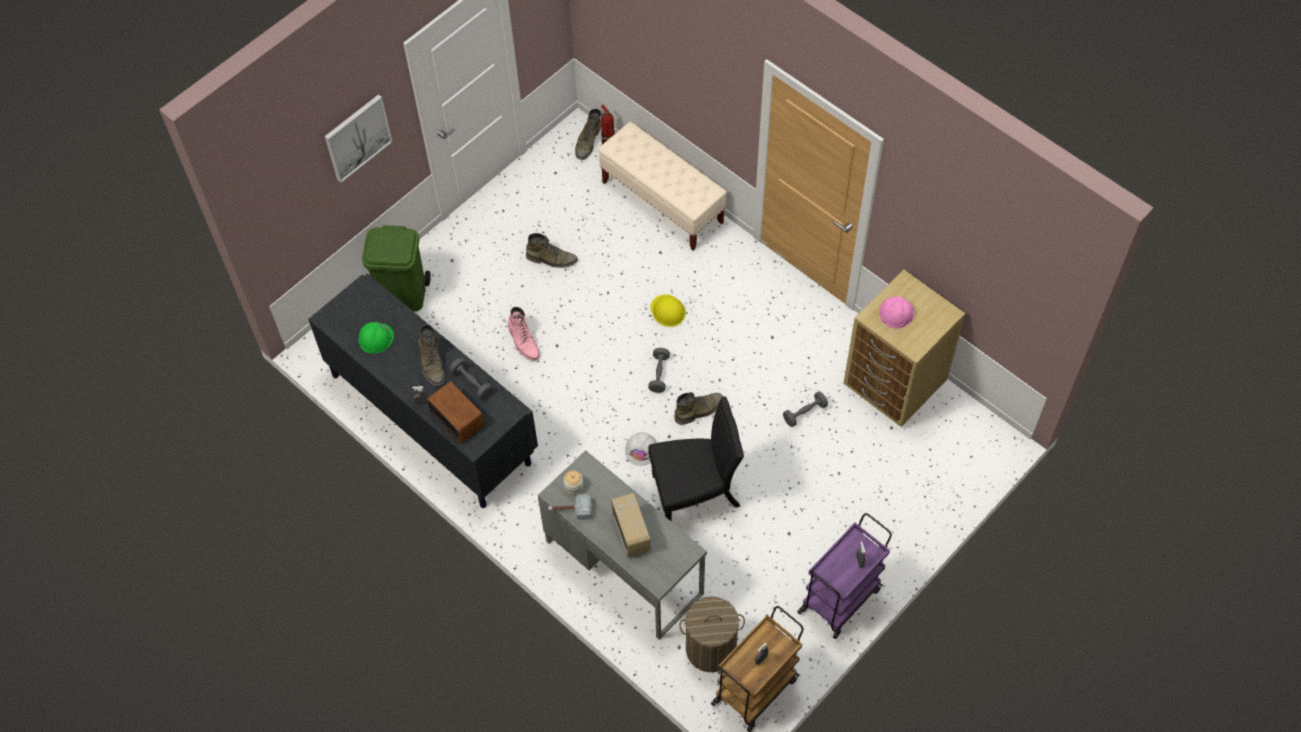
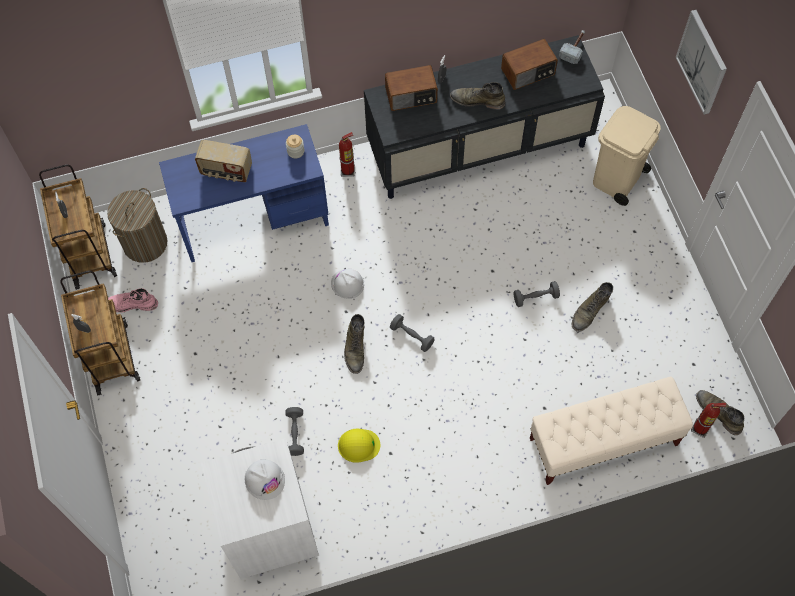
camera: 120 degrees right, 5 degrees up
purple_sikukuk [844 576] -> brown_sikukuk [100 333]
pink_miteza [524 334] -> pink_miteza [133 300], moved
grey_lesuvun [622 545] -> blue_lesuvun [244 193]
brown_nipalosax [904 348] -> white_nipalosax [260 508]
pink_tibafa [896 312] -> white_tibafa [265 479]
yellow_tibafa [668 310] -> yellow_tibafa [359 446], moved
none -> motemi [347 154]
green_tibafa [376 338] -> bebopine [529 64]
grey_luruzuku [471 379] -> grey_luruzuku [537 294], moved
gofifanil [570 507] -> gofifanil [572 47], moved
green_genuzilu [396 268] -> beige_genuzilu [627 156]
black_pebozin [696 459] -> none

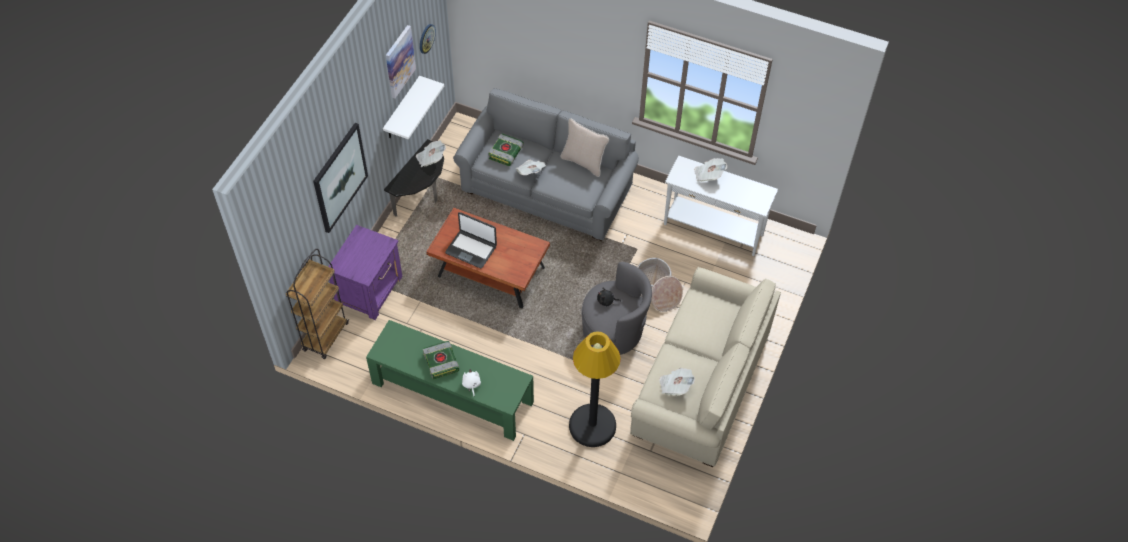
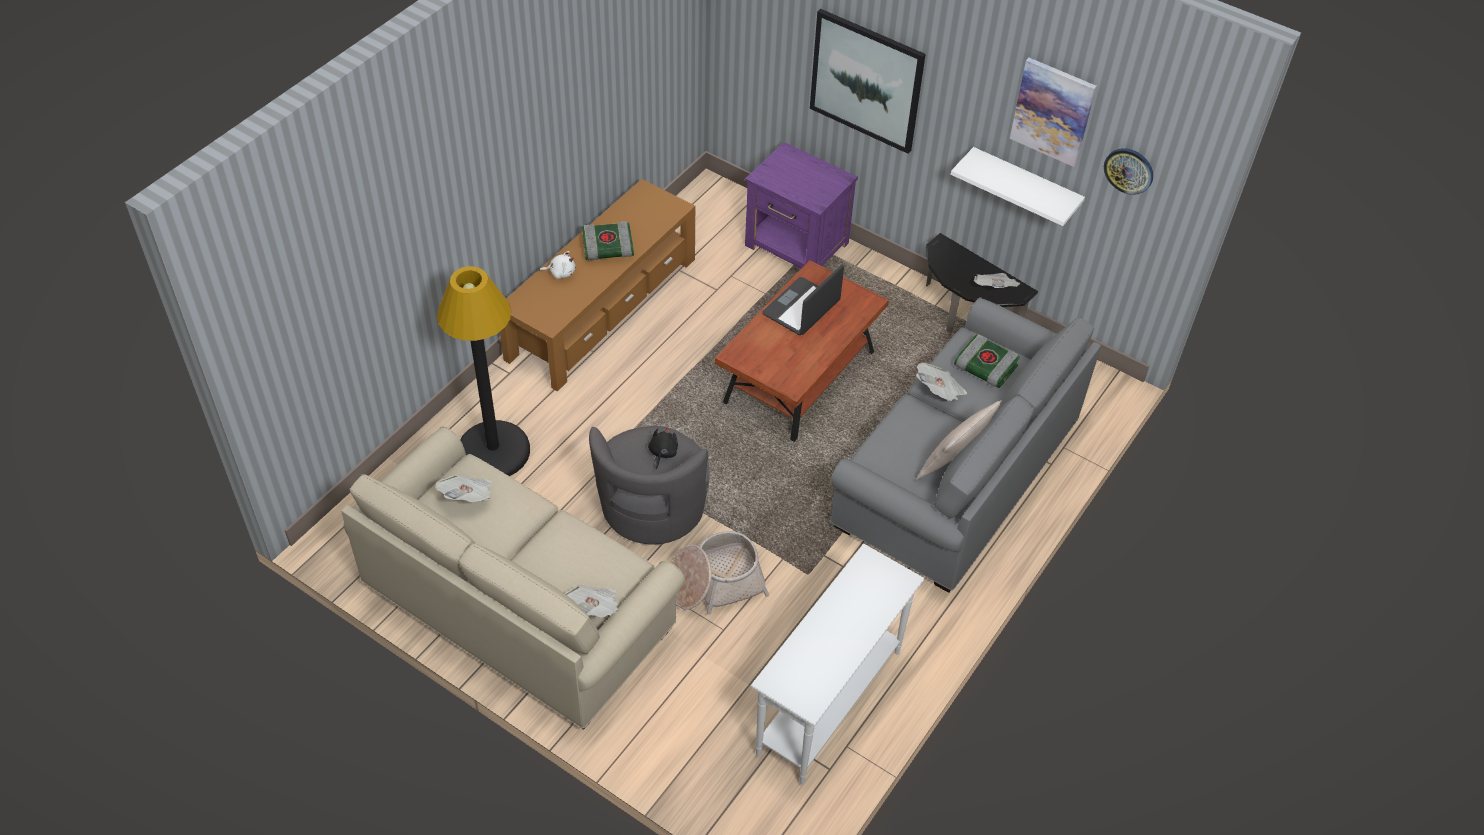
camera: 100 degrees right, 5 degrees down
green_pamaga [450 380] -> brown_pamaga [597 285]
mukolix [710 170] -> mukolix [592 601], moved
brown_sikukuk [317 304] -> none

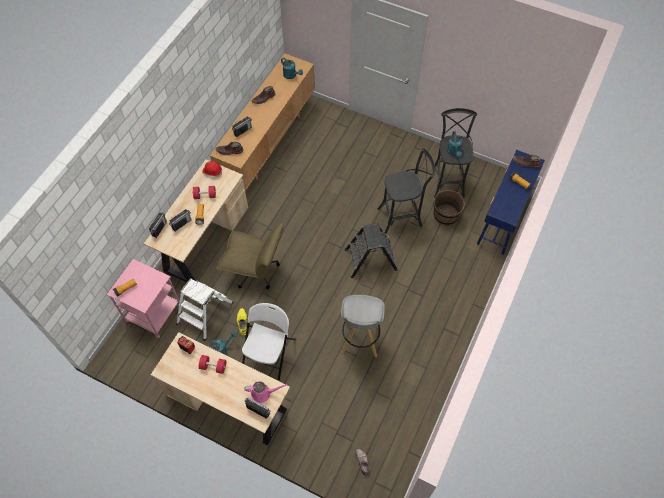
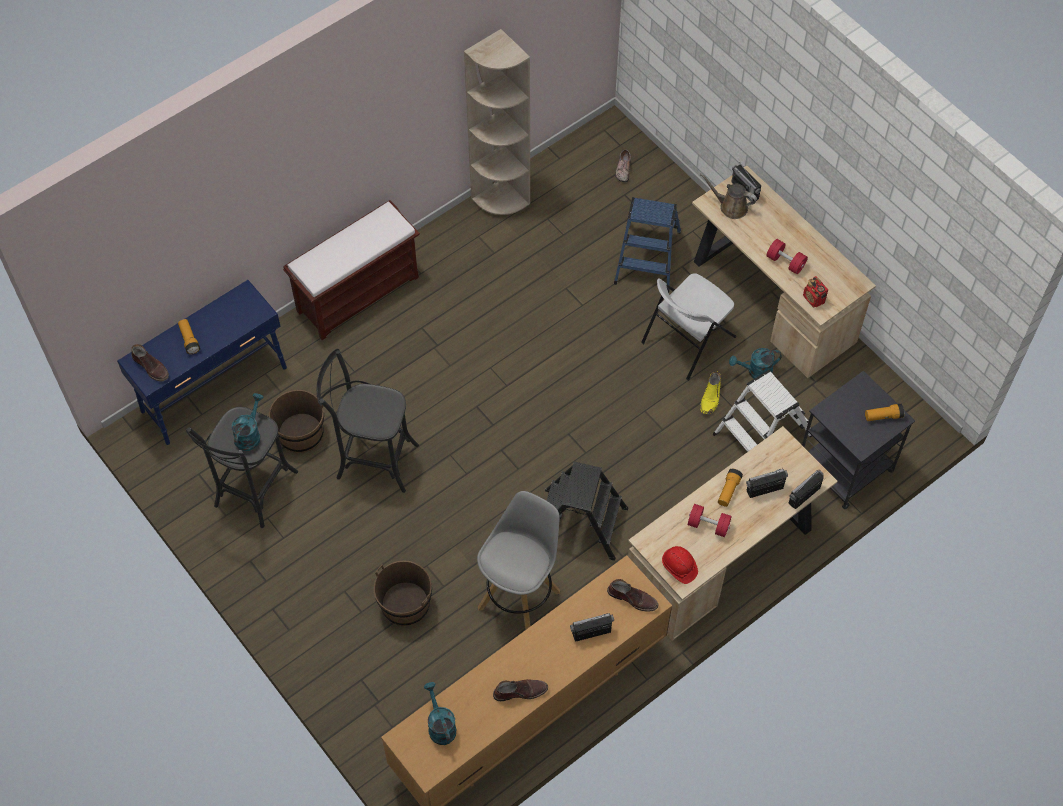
camera: 155 degrees left, 0 degrees up
none -> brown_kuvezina [351 270]
none -> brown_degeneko [403 593]
none -> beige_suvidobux [497 122]
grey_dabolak [363 326] -> grey_dabolak [519 560], moved
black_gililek [371 250] -> black_gililek [587 511], moved
none -> blue_gililek [647 245]
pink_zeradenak [265 392] -> brown_zeradenak [728 196]
pink_sikukuk [143 298] -> black_sikukuk [858 440]
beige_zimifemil [250 256] -> none

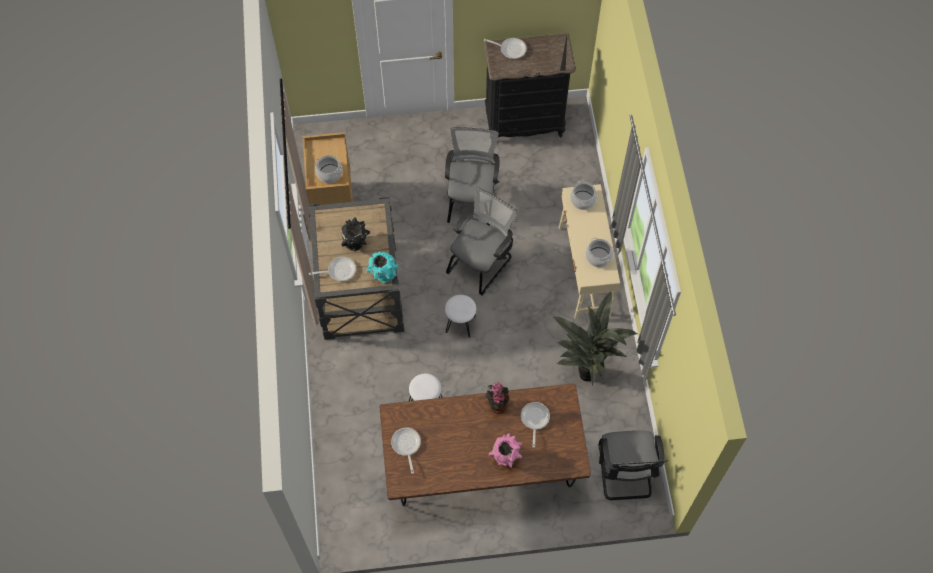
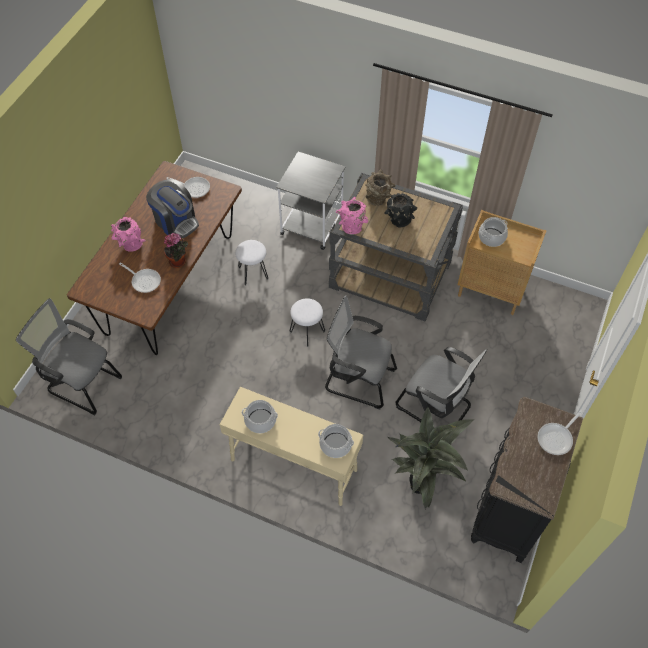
camera: 120 degrees right, 5 degrees down
none -> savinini [172 208]
none -> grey_sikukuk [310 201]
pebozin [481 241] -> pebozin [361 352], 135 degrees clockwise
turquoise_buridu [382 267] -> pink_buridu [352 216]
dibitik [332 269] -> brown_buridu [380 187]
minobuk [594 338] -> minobuk [431 458], moved

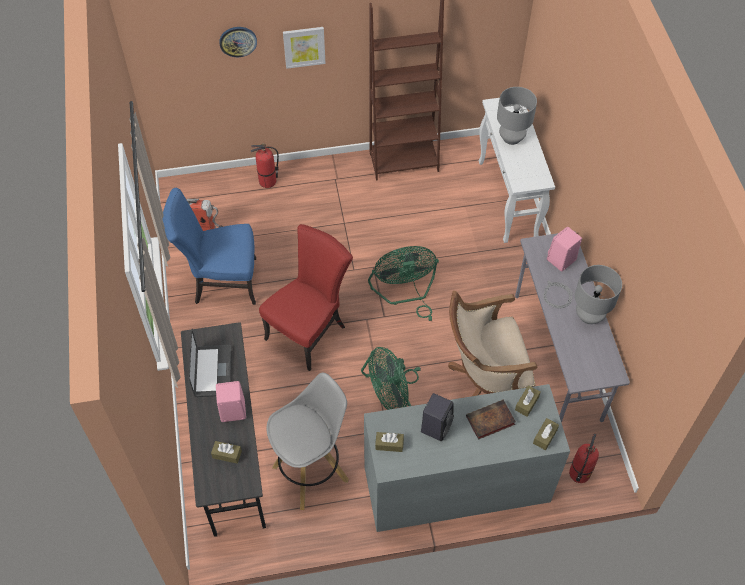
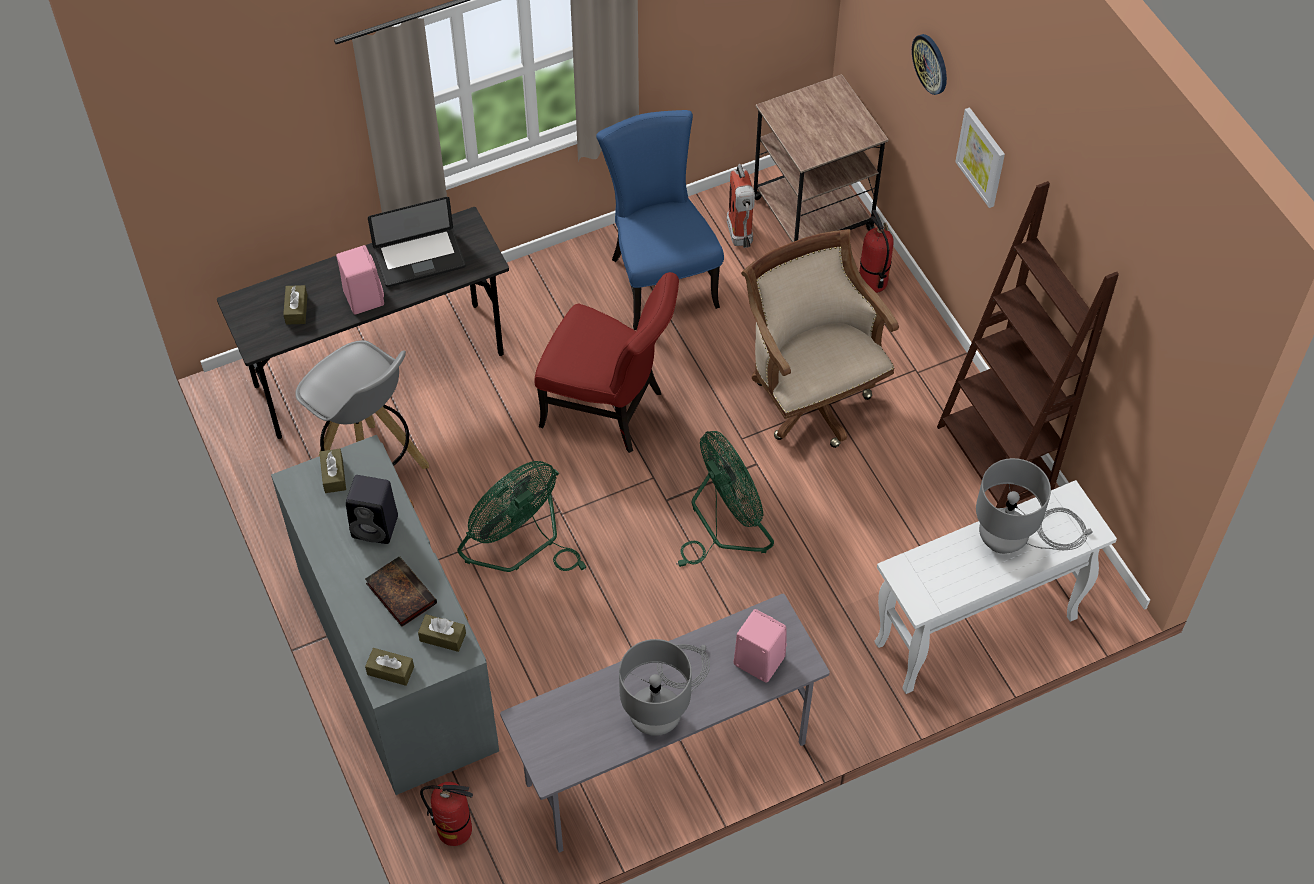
camera: 75 degrees right, 0 degrees up
zimifemil [493 343] -> zimifemil [820 338], moved
none -> brown_sikukuk [821 158]

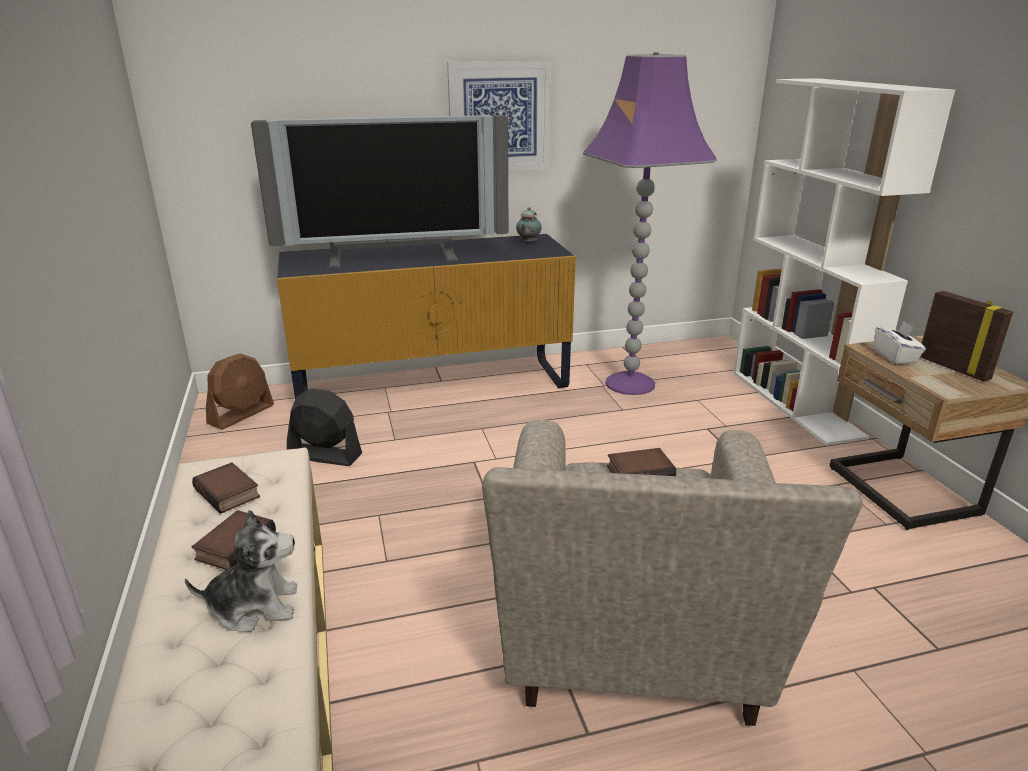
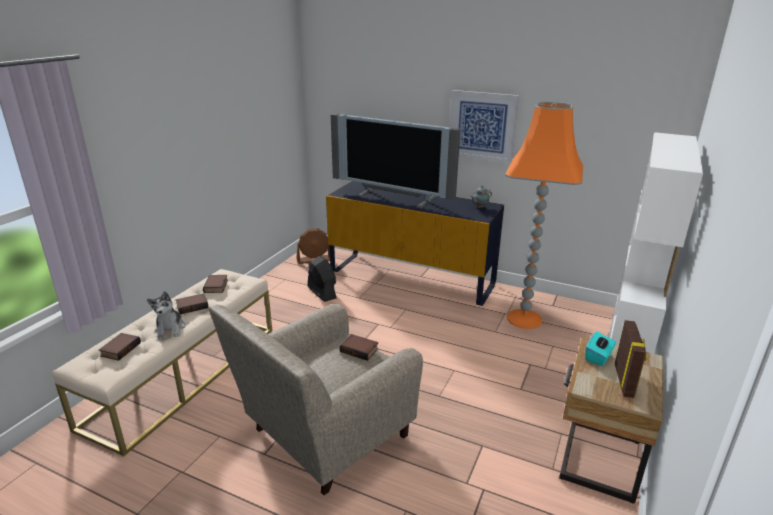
camera: 40 degrees right, 0 degrees up
none -> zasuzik [120 347]
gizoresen [241 571] -> gizoresen [166 315], 45 degrees clockwise
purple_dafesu [650 223] -> orange_dafesu [544 215]
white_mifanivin [900 342] -> turquoise_mifanivin [600 349]

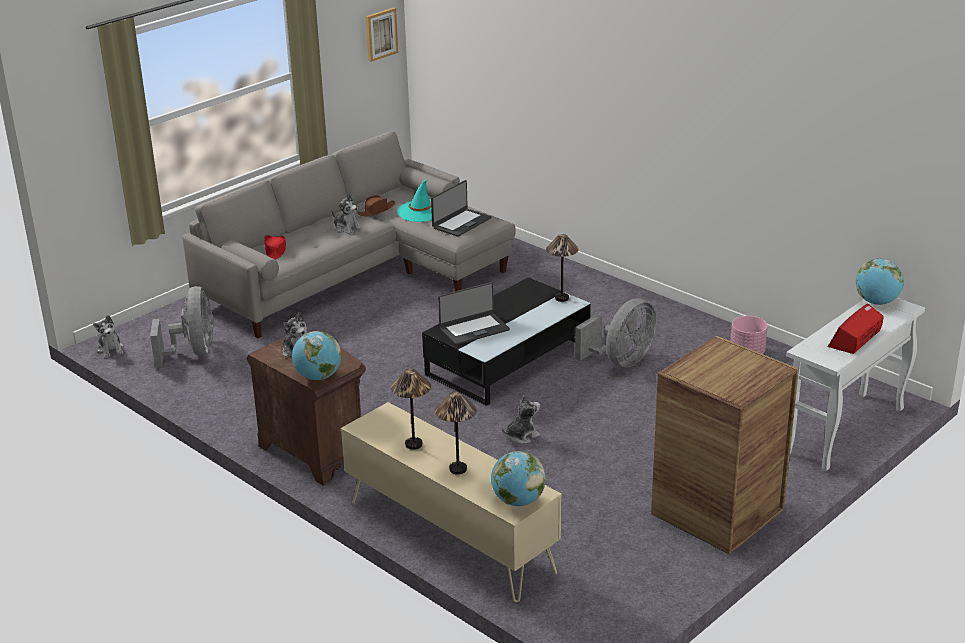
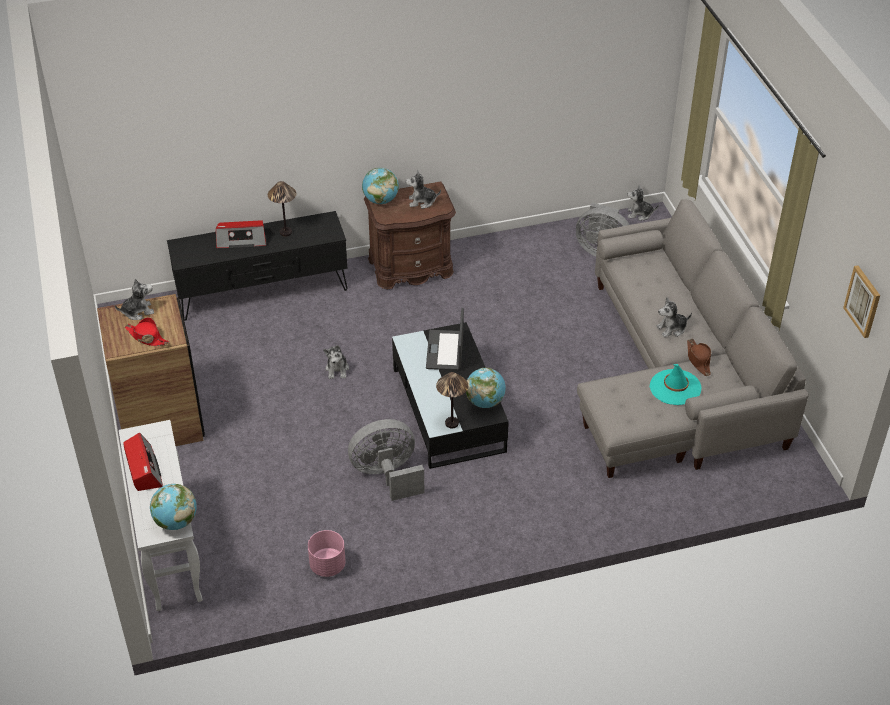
camera: 120 degrees right, 15 degrees up
none -> gizoresen [134 299]
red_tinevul [275 247] -> red_tinevul [147 331], moved
beige_pamaga [451 502] -> black_pamaga [257 265]
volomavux [456 433] -> bebopine [241 234]
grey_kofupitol [616 333] -> grey_kofupitol [386 460], 90 degrees clockwise
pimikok [518 478] -> pimikok [486 388], moved
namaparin [461 208] -> none

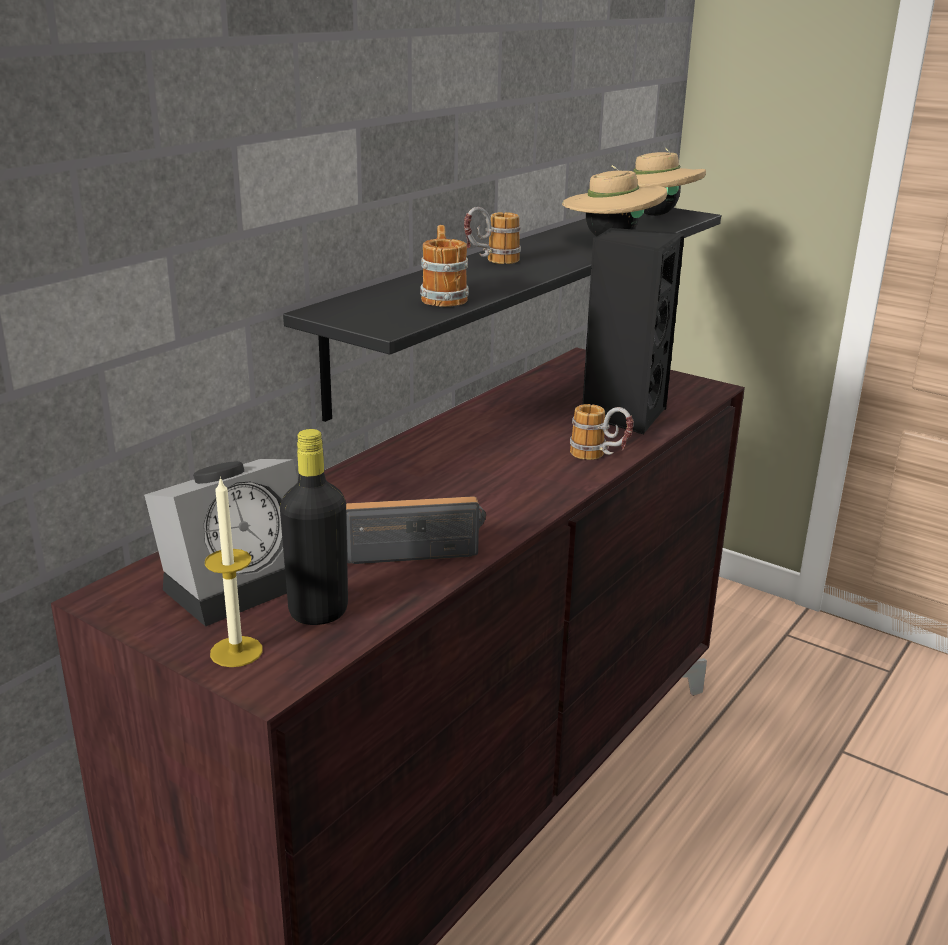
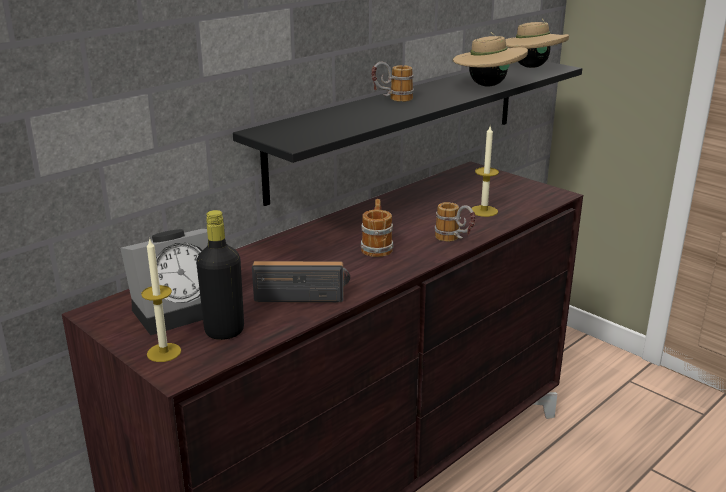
camera: 10 degrees right, 0 degrees up
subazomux [444 266] -> subazomux [377 228], moved
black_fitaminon [633 330] -> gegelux [485 171]

